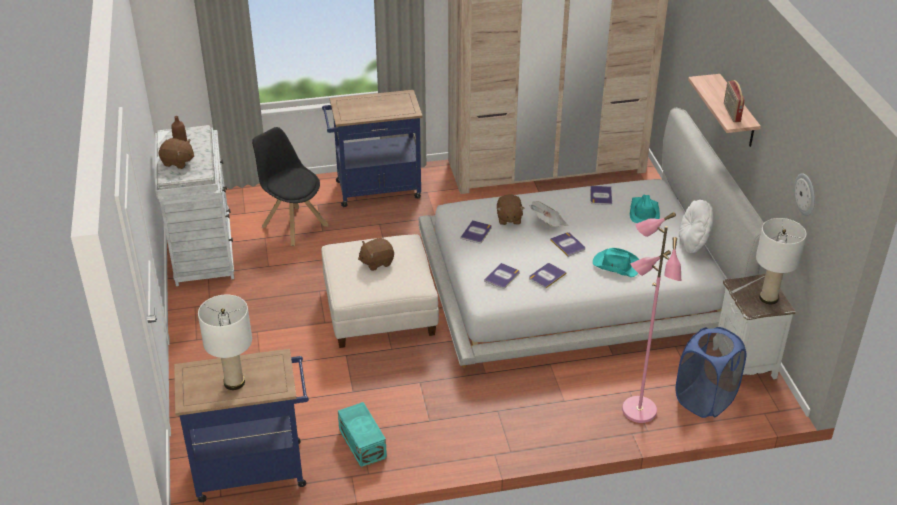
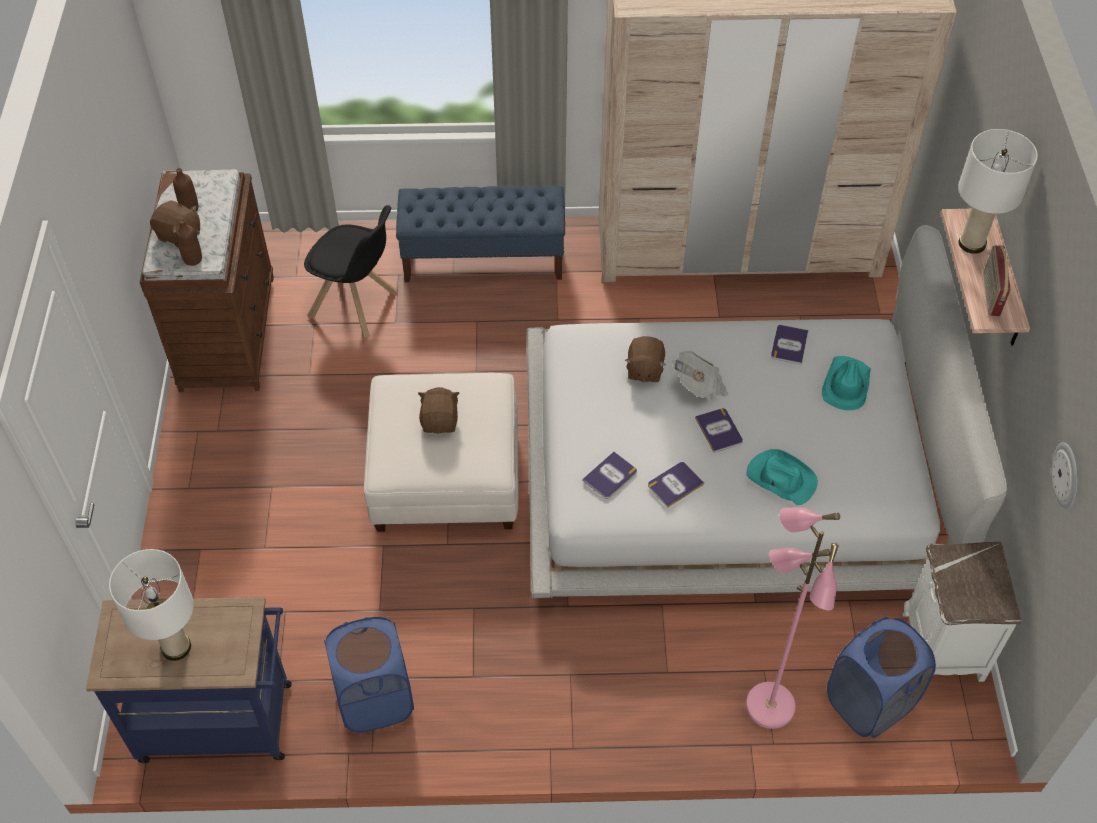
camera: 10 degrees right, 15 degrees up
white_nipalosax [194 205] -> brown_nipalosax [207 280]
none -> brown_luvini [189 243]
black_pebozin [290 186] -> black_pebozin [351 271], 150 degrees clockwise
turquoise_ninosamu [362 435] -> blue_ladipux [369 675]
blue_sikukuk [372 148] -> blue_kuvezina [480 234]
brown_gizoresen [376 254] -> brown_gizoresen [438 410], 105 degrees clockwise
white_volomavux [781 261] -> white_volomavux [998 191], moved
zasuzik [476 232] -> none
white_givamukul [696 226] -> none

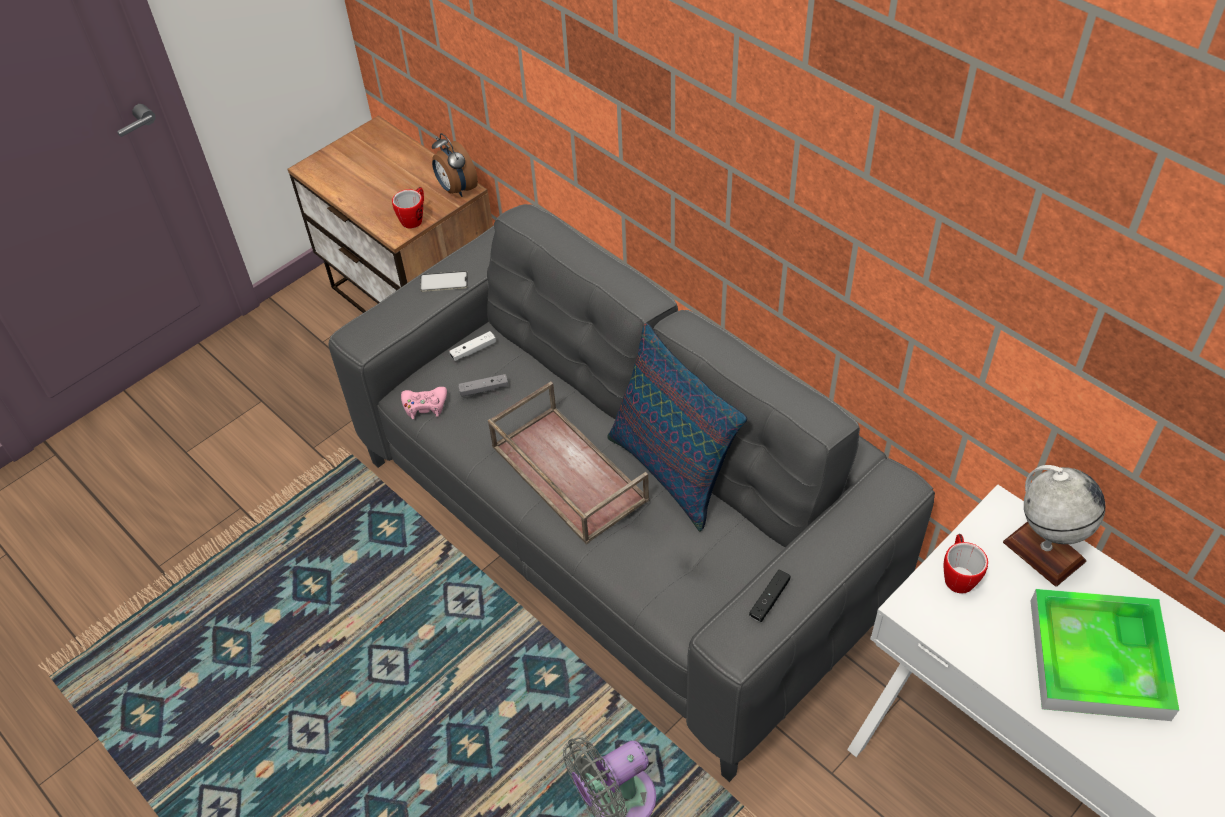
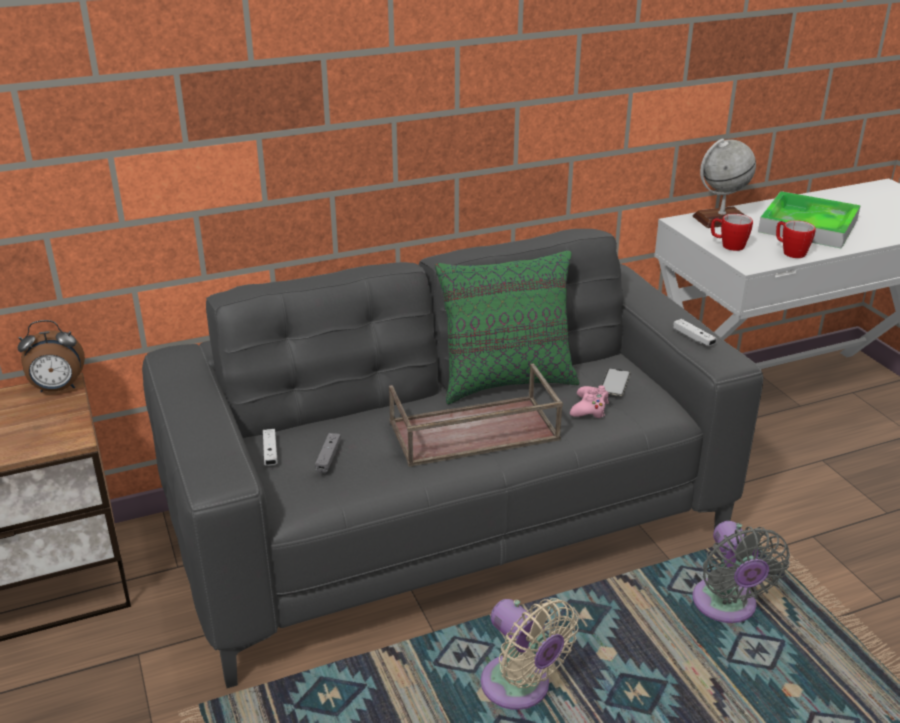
camera: 70 degrees left, 20 degrees down
blue_givamukul [677 427] -> green_givamukul [507 327]
none -> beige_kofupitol [530 654]
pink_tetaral [424 403] -> pink_tetaral [589 401], moved
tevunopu [444 281] -> tevunopu [616 382], moved
black_tetaral [769 596] -> white_tetaral [695 332]
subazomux [408 208] -> subazomux [796 239], moved

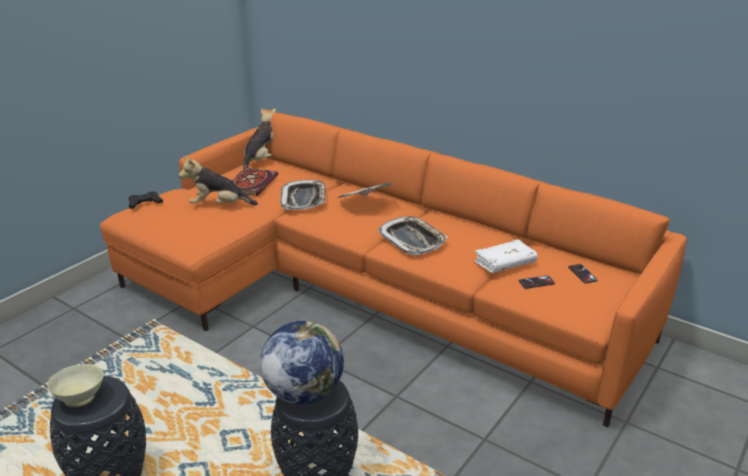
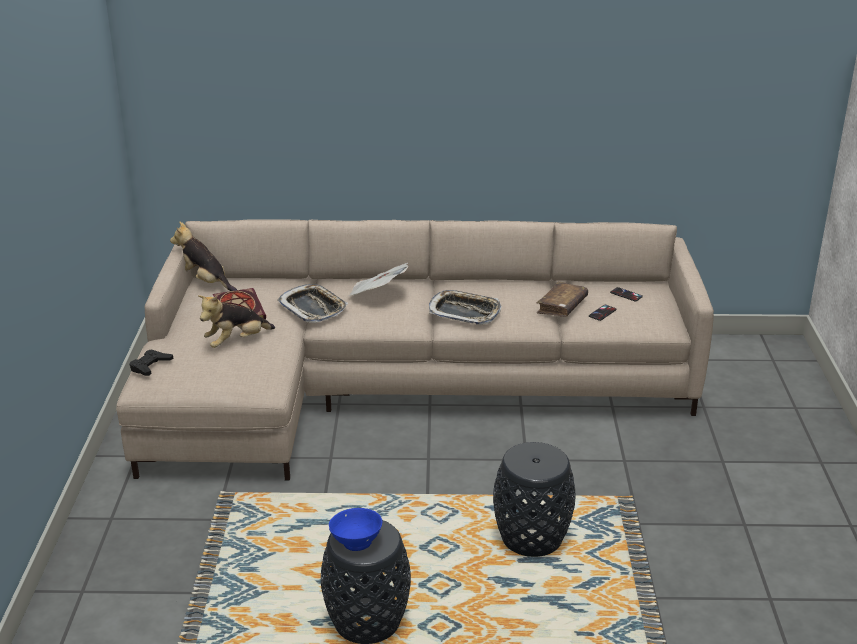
camera: 35 degrees left, 0 degrees up
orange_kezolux [393 268] -> beige_kezolux [415 350]
gizoresen [259 139] -> gizoresen [203 256], 45 degrees counterclockwise
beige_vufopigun [75 385] -> blue_vufopigun [356 529]
white_zasuzik [505 256] -> brown_zasuzik [562 299]
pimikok [302 363] -> none

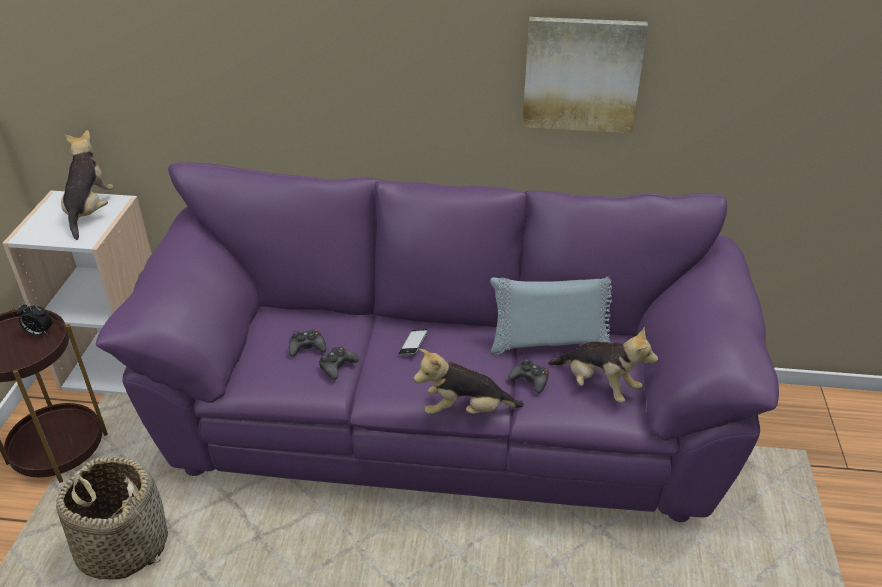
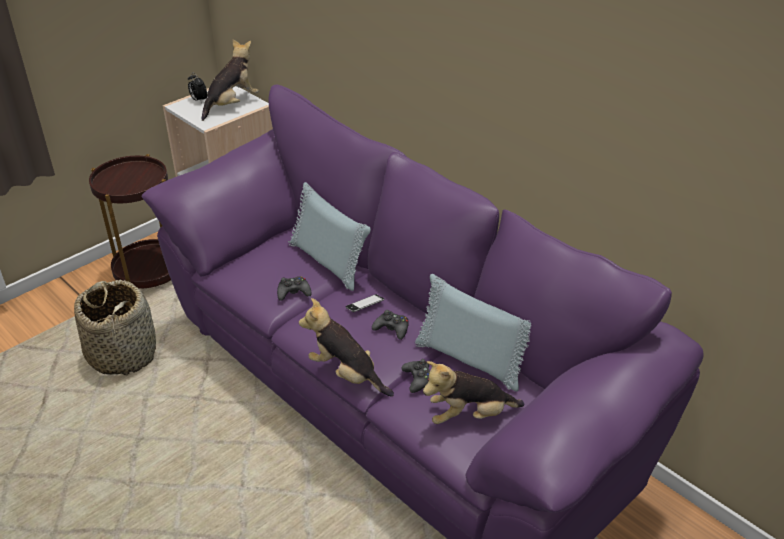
camera: 40 degrees right, 0 degrees up
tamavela [34 318] -> tamavela [197 87], moved
none -> blue_givamukul [329 236]
black_tetaral [307 343] -> black_tetaral [390 325], moved
gizoresen [603 365] -> gizoresen [473 392], 90 degrees clockwise
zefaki [585 75] -> none

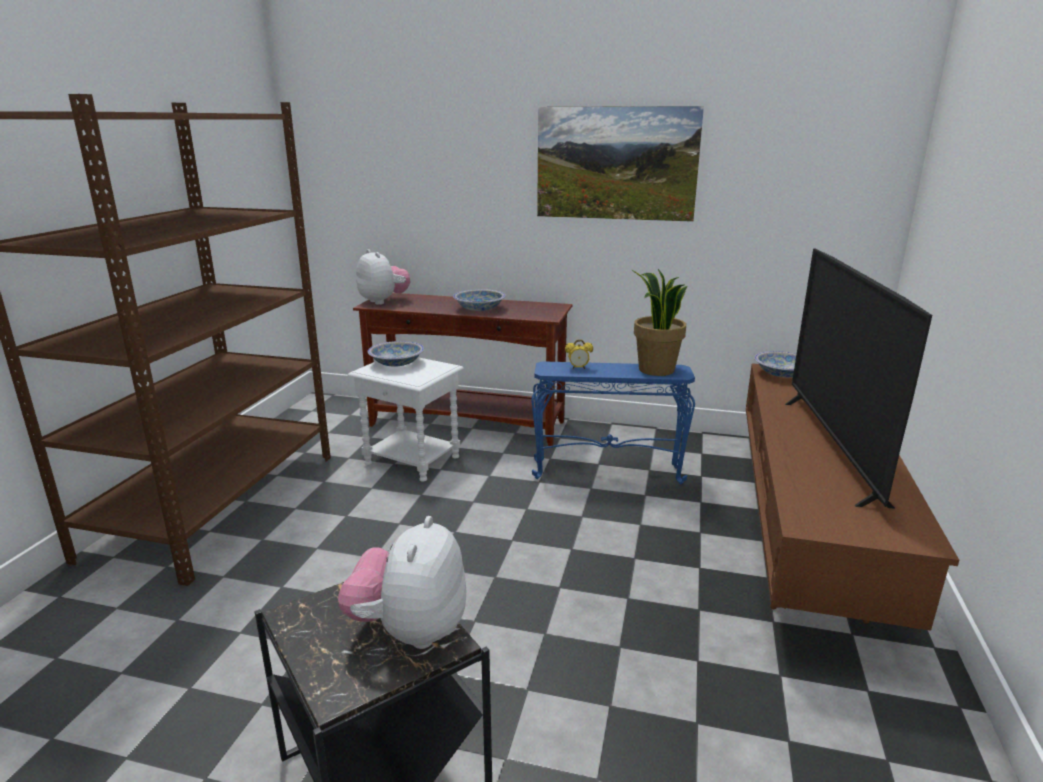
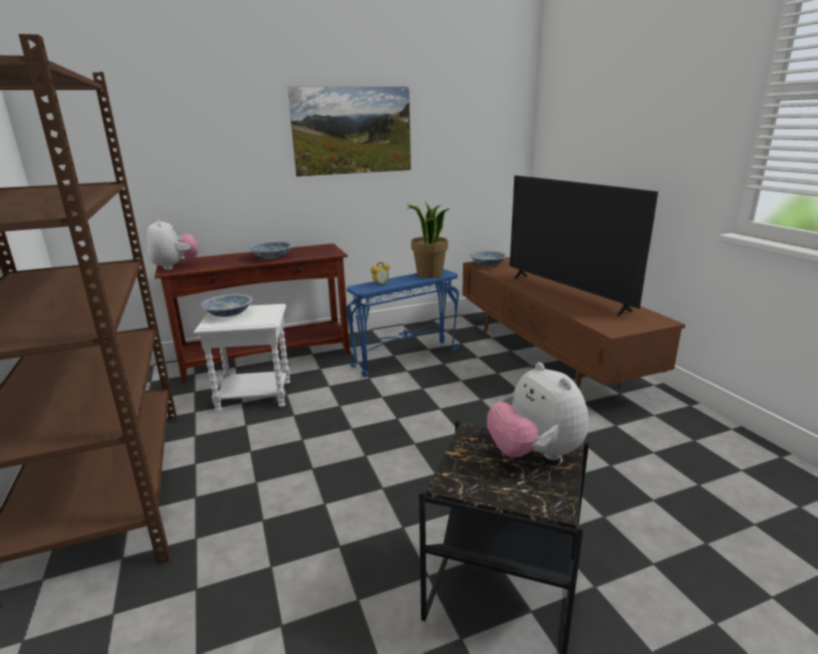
camera: 35 degrees left, 0 degrees up
gizoresen [383 277] -> gizoresen [172 244], 45 degrees clockwise

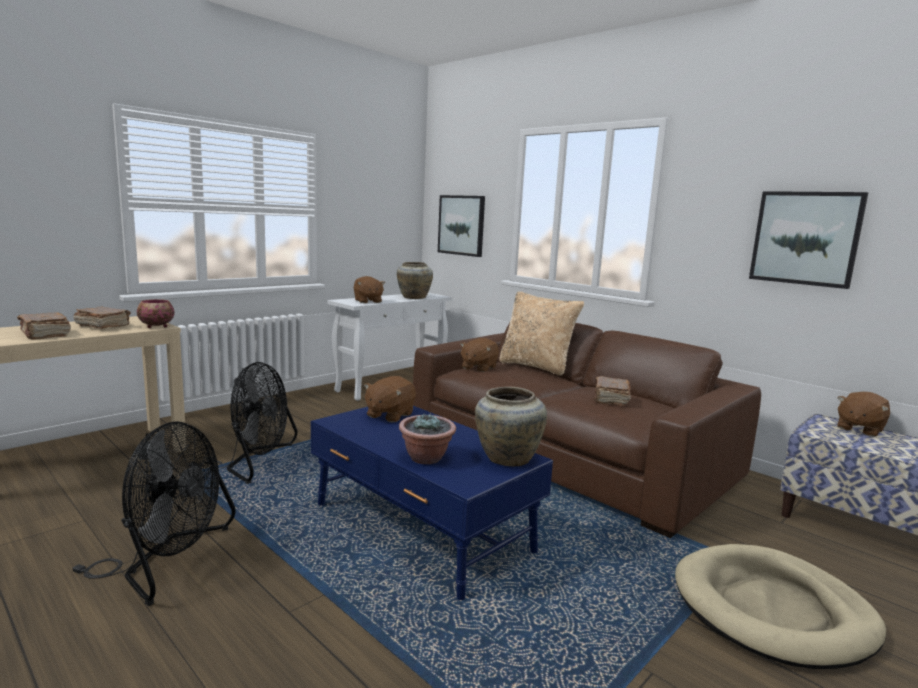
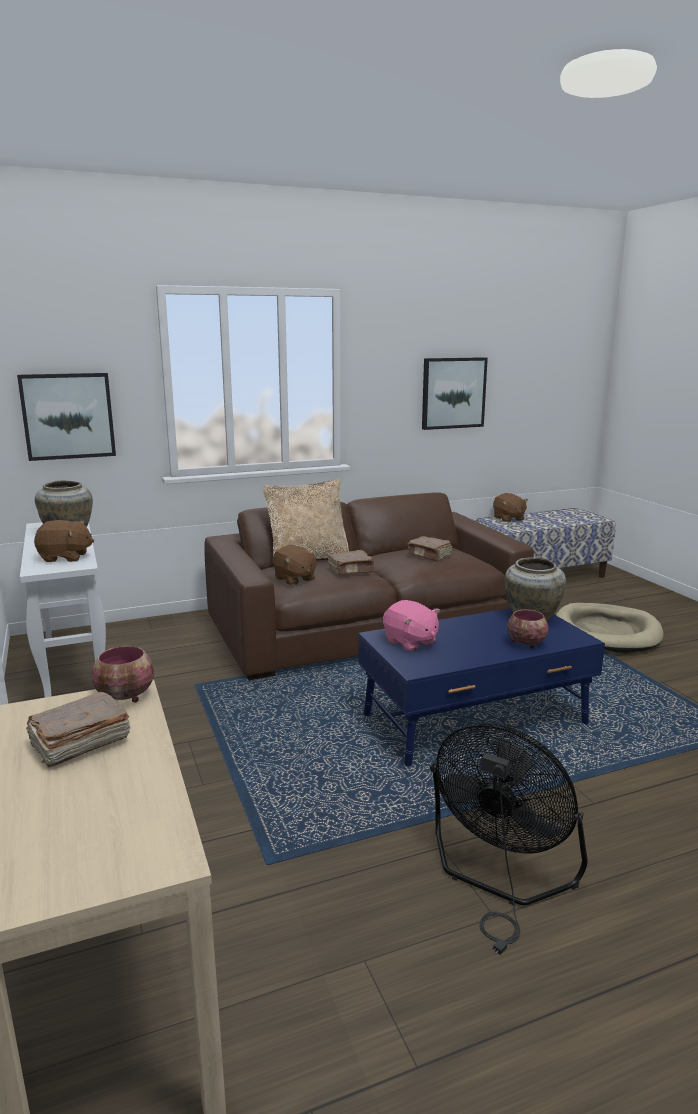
camera: 65 degrees left, 5 degrees up
brown_zasuzik [44 326] -> brown_zasuzik [351 562], moved
brown_gizoresen [390 399] -> pink_gizoresen [411 625]
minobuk [427 438] -> vufopigun [528 628]
black_kofupitol [243 423] -> none

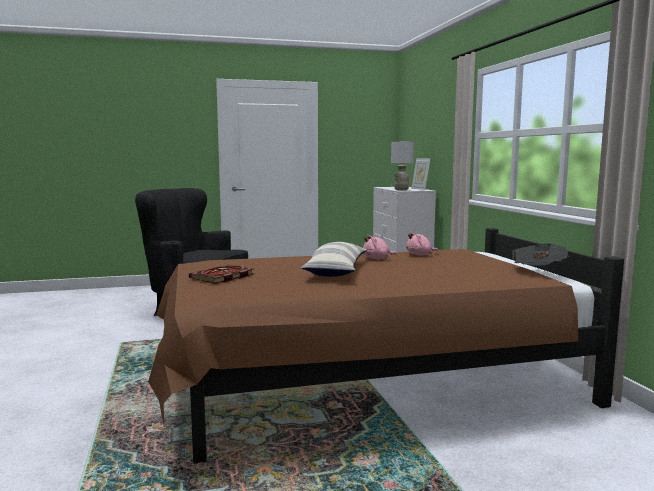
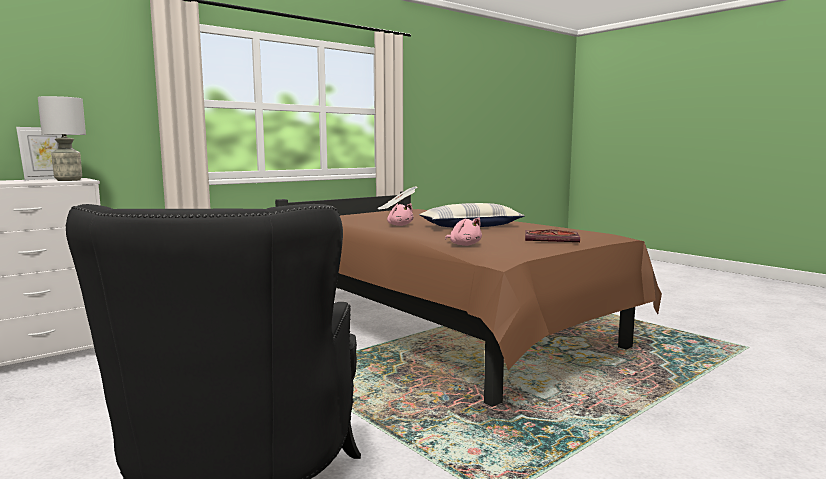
camera: 115 degrees left, 0 degrees up
pink_gizoresen [422 243] -> pink_gizoresen [463 232], moved

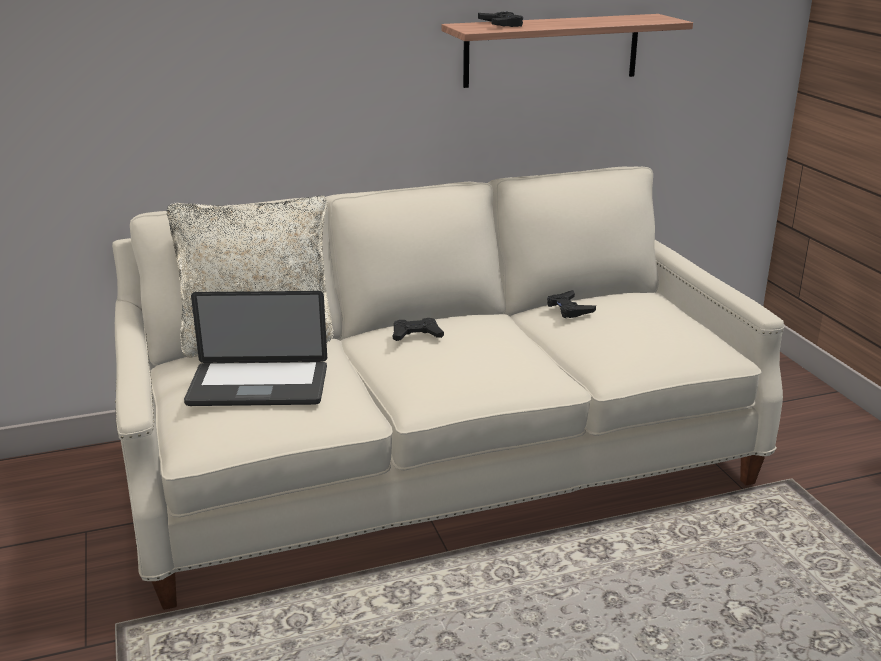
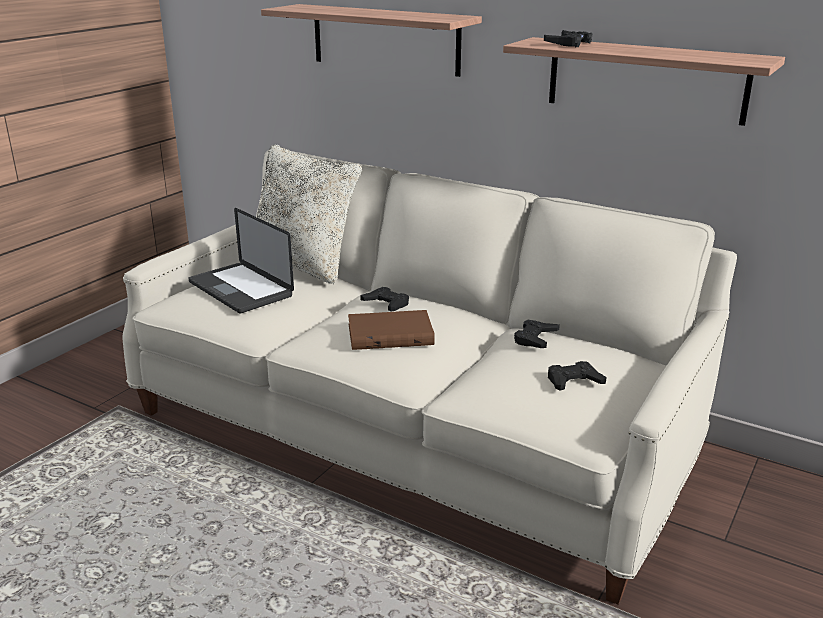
camera: 50 degrees right, 0 degrees up
none -> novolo [371 40]
none -> brown_zasuzik [391 330]
none -> black_tetaral [577 376]

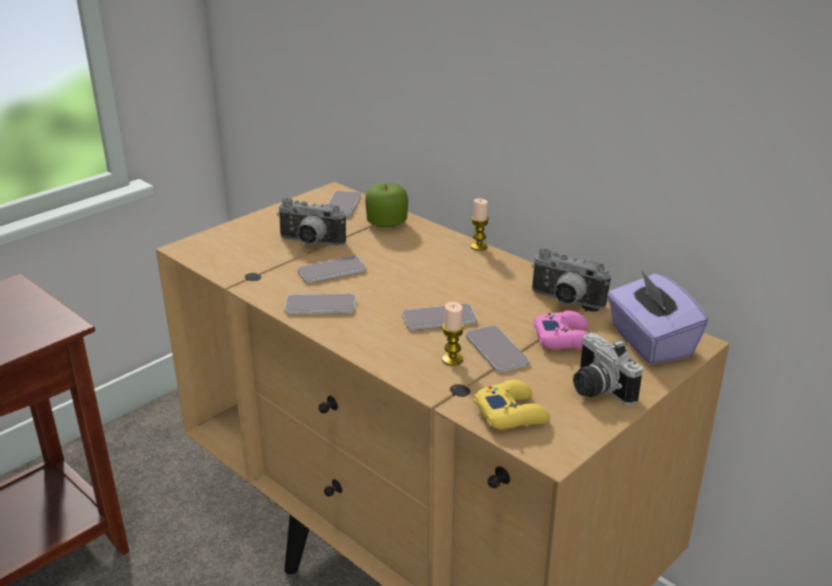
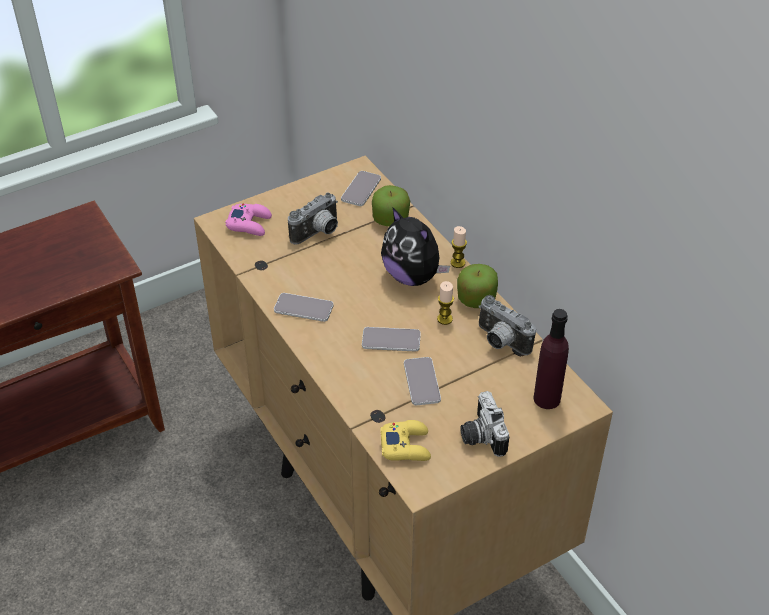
camera: 15 degrees right, 15 degrees up
pink_tetaral [560 330] -> pink_tetaral [248 220], moved
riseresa [311 222] -> riseresa [313 218], 75 degrees counterclockwise
none -> gizoresen [415 246]
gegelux [453 334] -> gegelux [445 303], moved
none -> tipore [477 286]
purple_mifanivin [657 317] -> purple_luvini [551 359]
tevunopu [332 269] -> none

